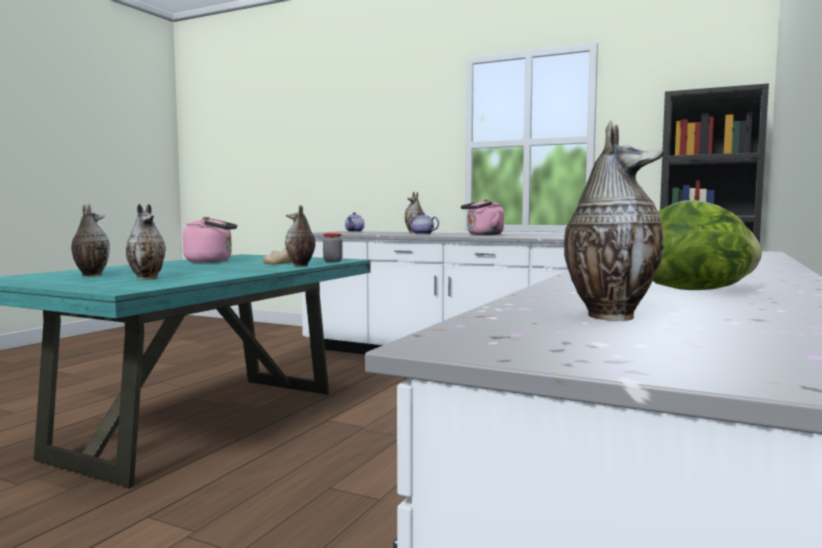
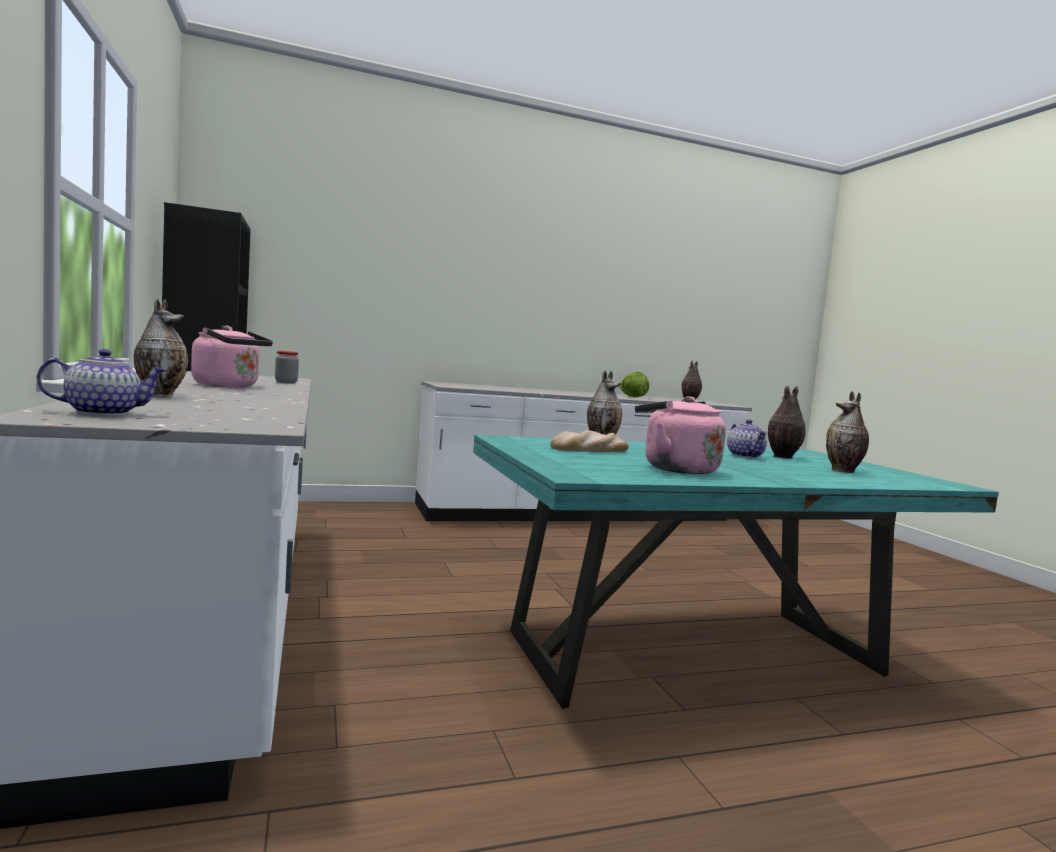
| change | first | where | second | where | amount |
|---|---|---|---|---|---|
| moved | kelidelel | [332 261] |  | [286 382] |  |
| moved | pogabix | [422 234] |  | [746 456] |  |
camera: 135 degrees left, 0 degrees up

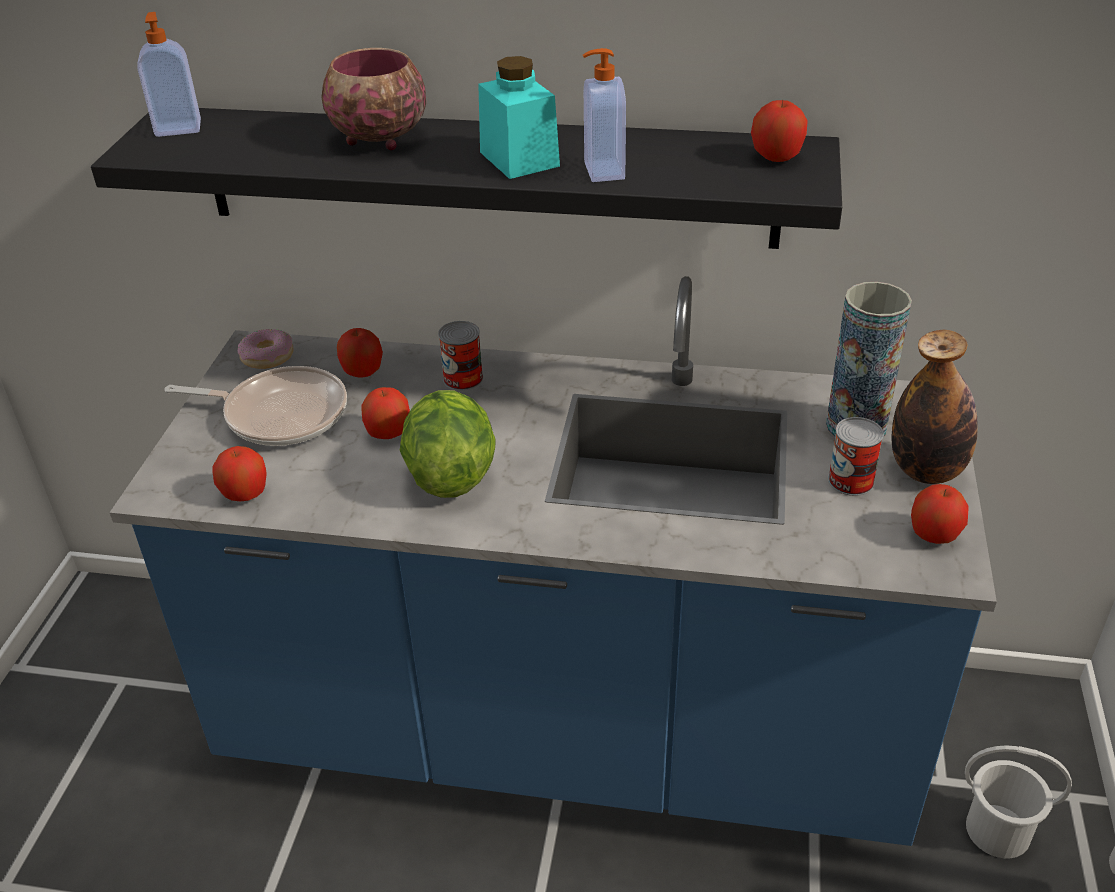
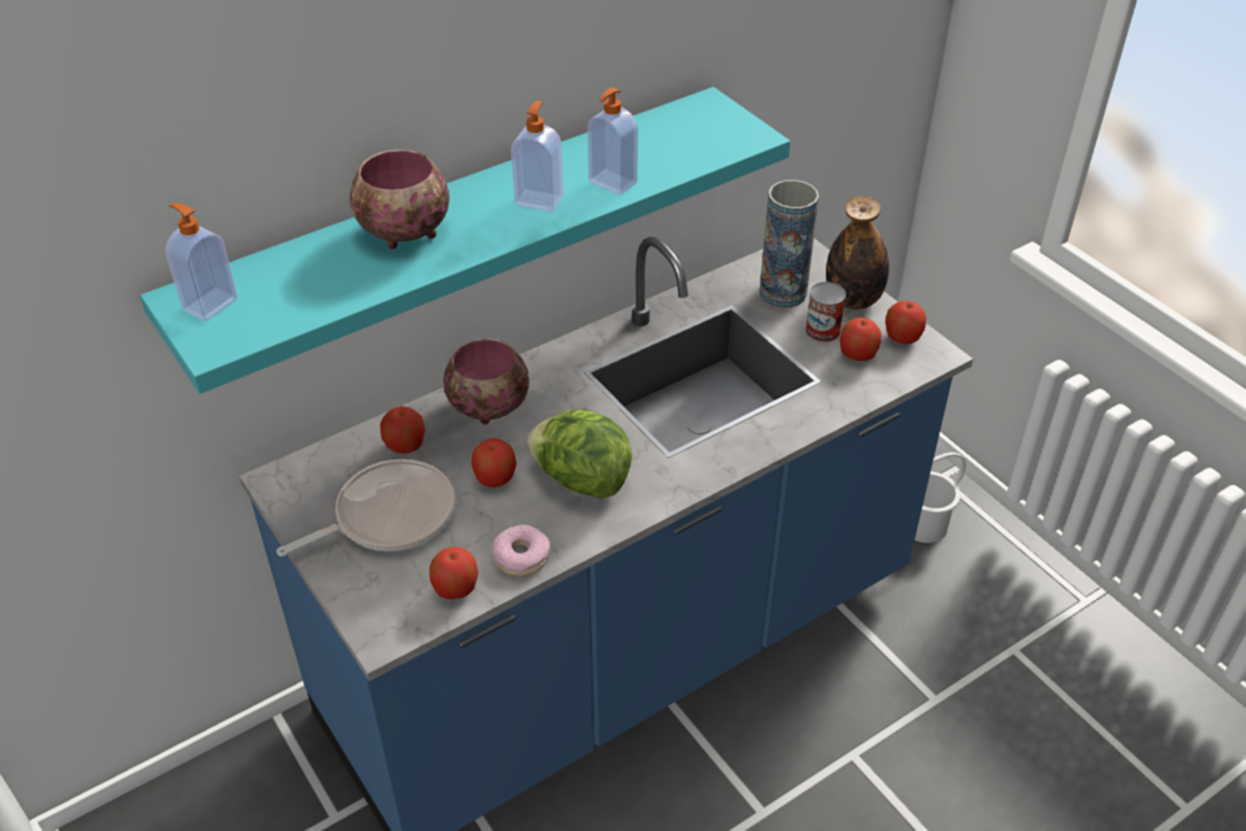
| change | first | where | second | where | amount |
|---|---|---|---|---|---|
| recoloured | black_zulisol | [486 176] | turquoise_zulisol | [459 226] |  |
| replaced | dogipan | [463 378] | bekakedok | [490 406] |  |
| moved | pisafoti | [267 356] |  | [521 557] |  |
| replaced | turquoise_kelidelel | [519 159] | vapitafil | [539 200] |  |
| moved | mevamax | [776 157] |  | [857 355] |  |
camera: 45 degrees left, 5 degrees up

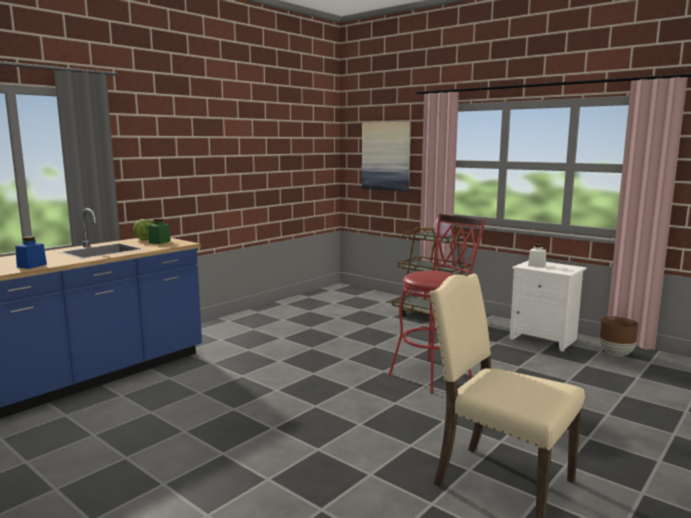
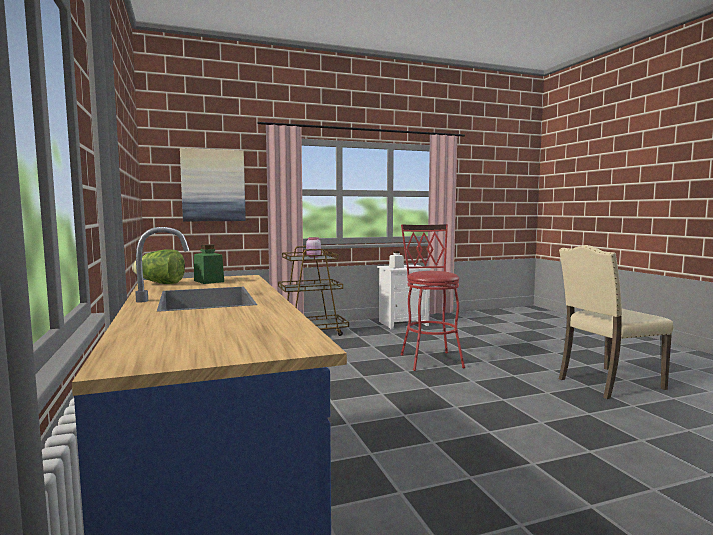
| change | first | where | second | where | amount |
|---|---|---|---|---|---|
| removed | blue_kelidelel | [32 266] |  |  |  |
| removed | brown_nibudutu | [616 354] |  |  |  |
camera: 60 degrees left, 5 degrees down

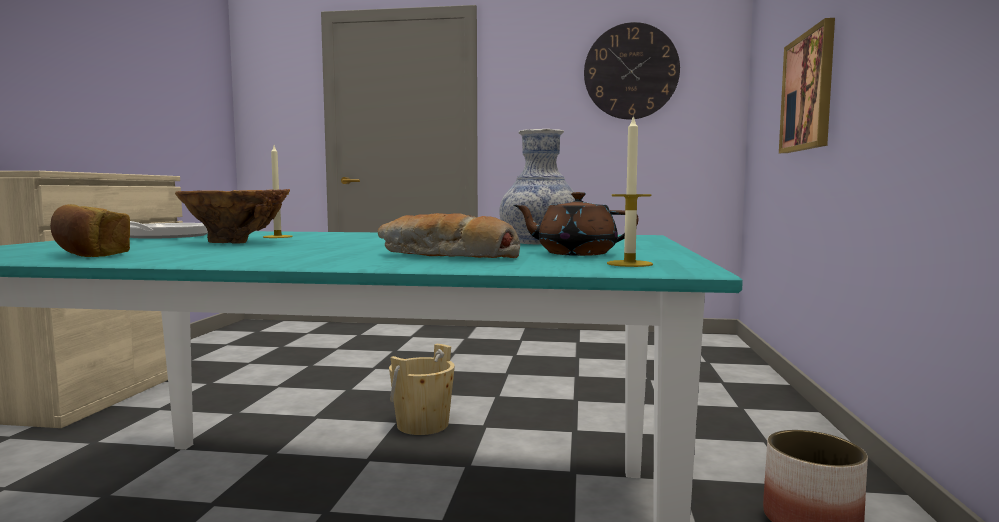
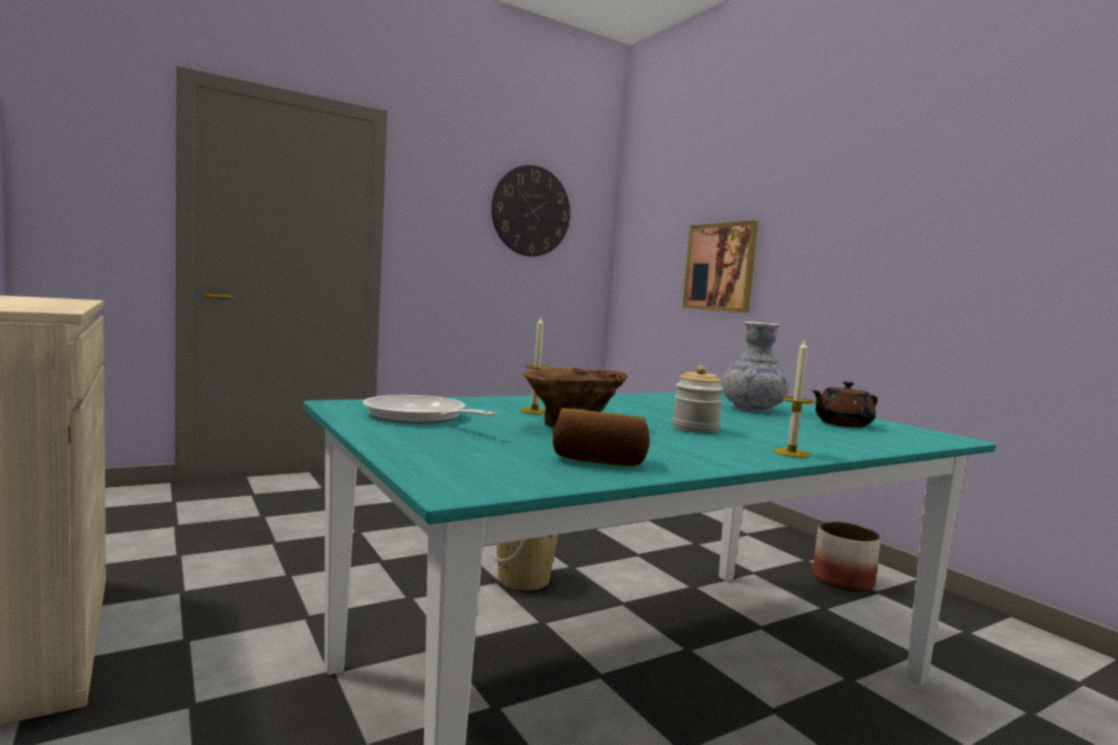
| change | first | where | second | where | amount |
|---|---|---|---|---|---|
| added |  |  | kelidelel | [695 428] |  |
| moved | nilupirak | [629 264] |  | [791 453] |  |
| removed | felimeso | [445 256] |  |  |  |
camera: 40 degrees left, 0 degrees up

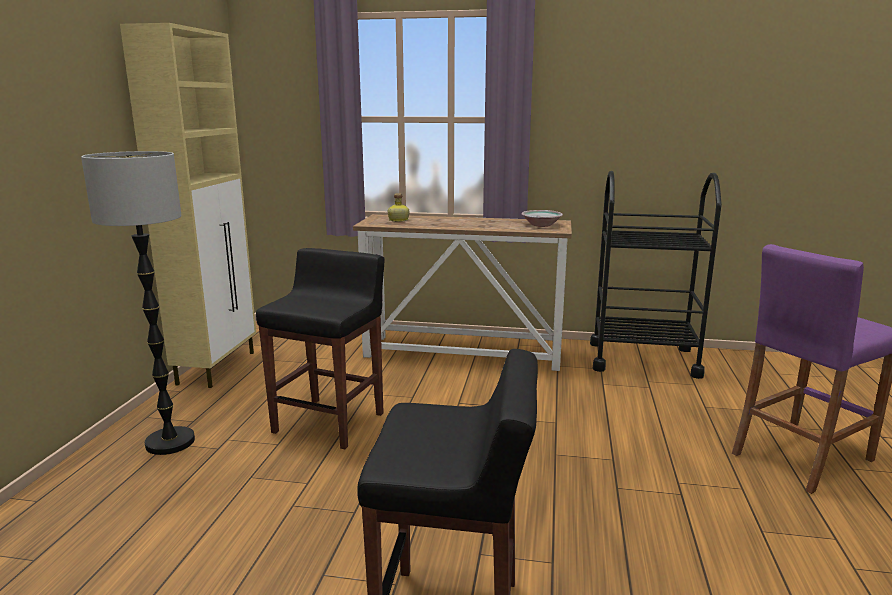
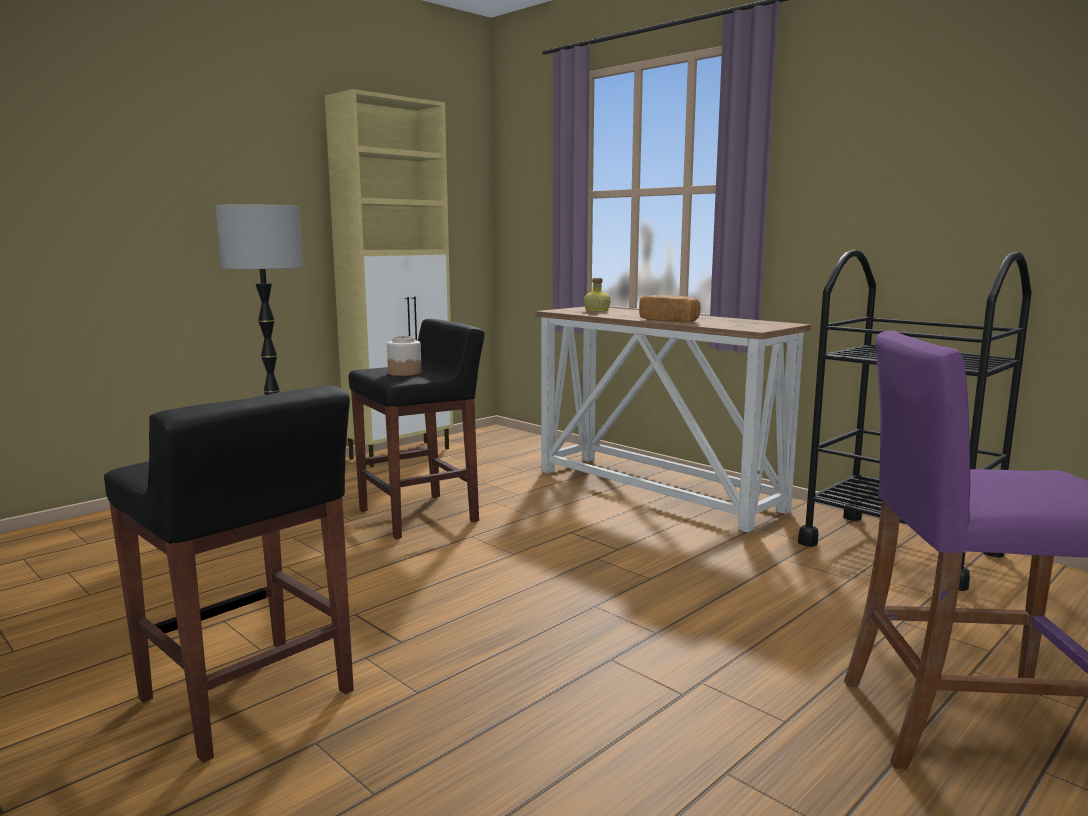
| change | first | where | second | where | amount |
|---|---|---|---|---|---|
| added |  |  | kelidelel | [404 373] |  |
| added |  |  | felimeso | [669 320] |  |
| removed | bekakedok | [541 225] |  |  |  |
camera: 35 degrees right, 5 degrees down

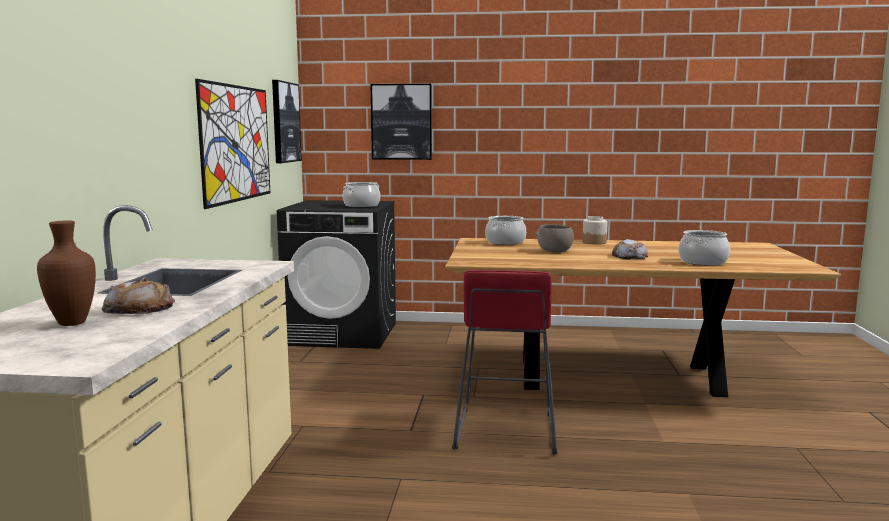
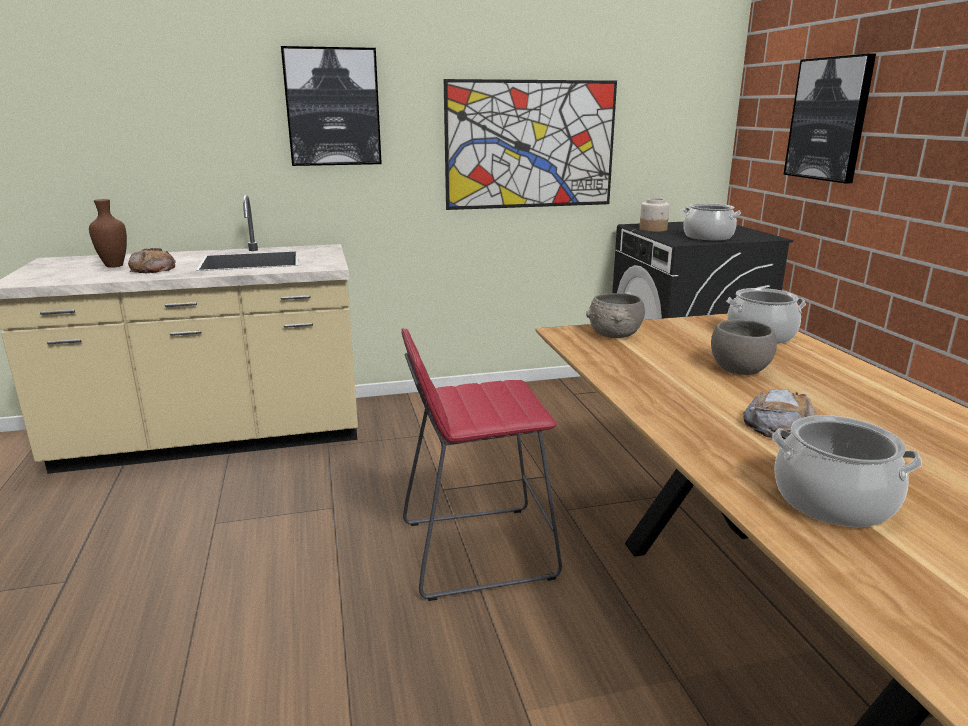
| change | first | where | second | where | amount |
|---|---|---|---|---|---|
| moved | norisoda | [285 122] |  | [333 107] |  |
| added |  |  | grey_bekakedok | [615 335] |  |
| moved | kelidelel | [594 242] |  | [653 229] |  |
camera: 70 degrees right, 10 degrees up

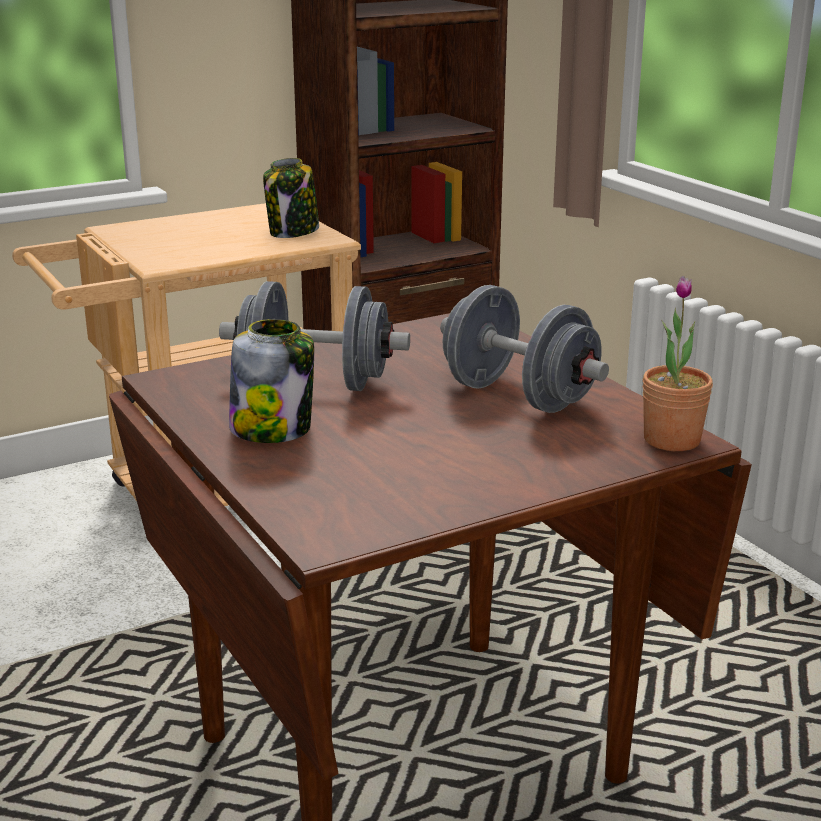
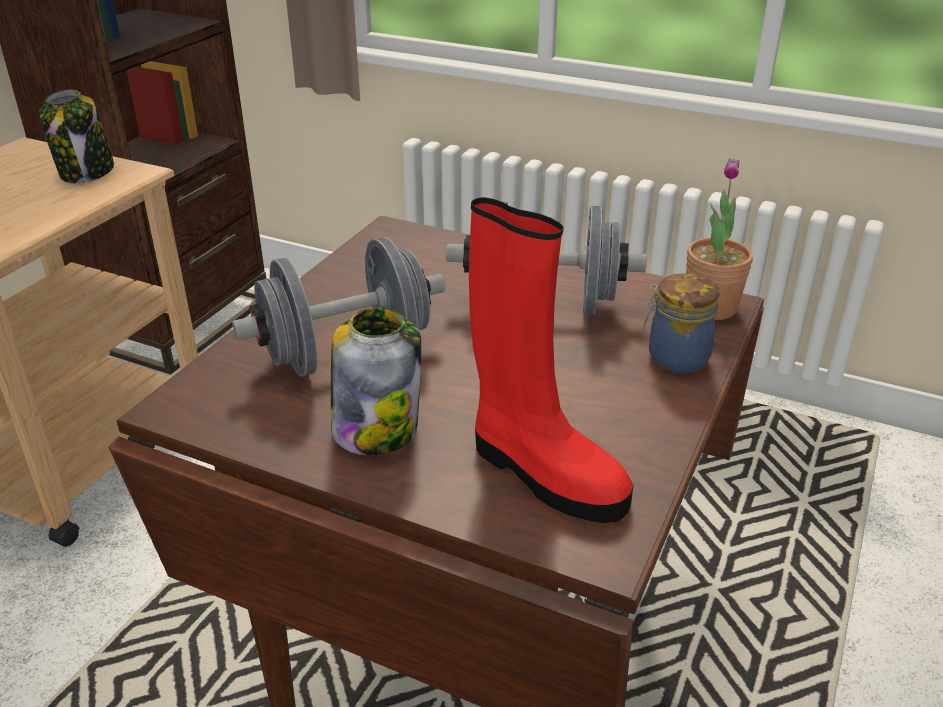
| change | first | where | second | where | amount |
|---|---|---|---|---|---|
| added |  |  | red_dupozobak | [543 473] |  |
| added |  |  | kelidelel | [675 358] |  |
camera: 35 degrees left, 10 degrees up

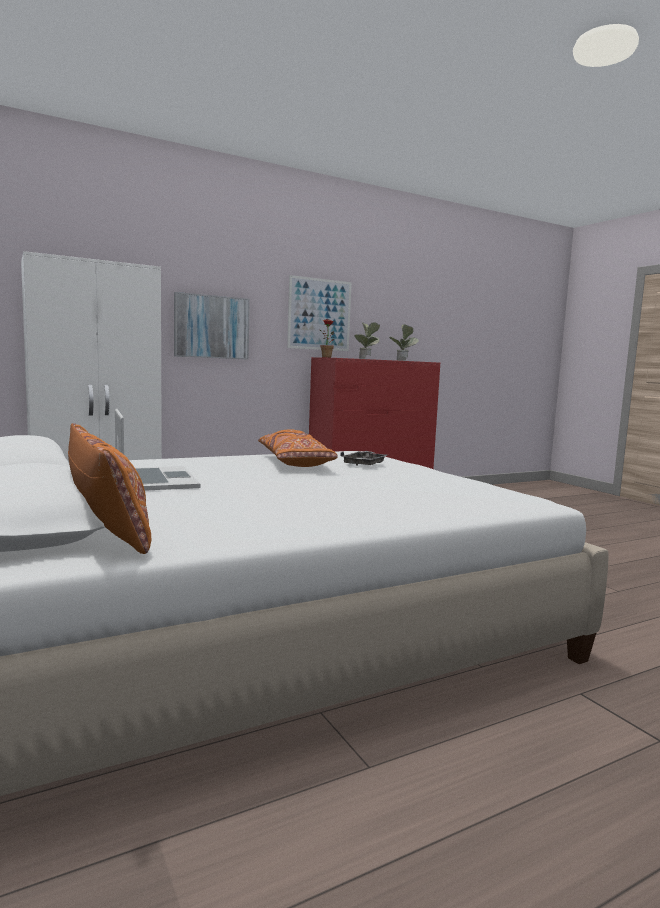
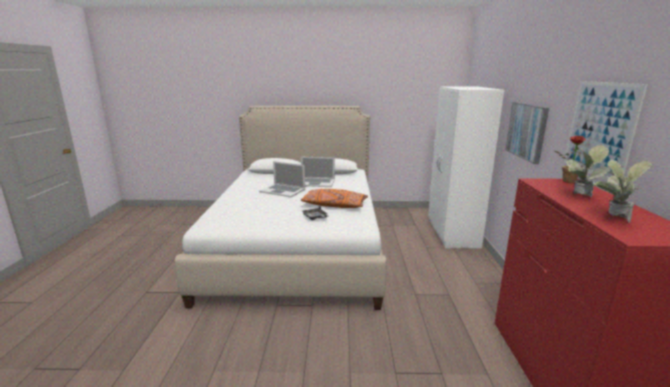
| change | first | where | second | where | amount |
|---|---|---|---|---|---|
| added |  |  | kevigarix | [282 190] |  |
| removed | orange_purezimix | [107 529] |  |  |  |
camera: 120 degrees right, 10 degrees up

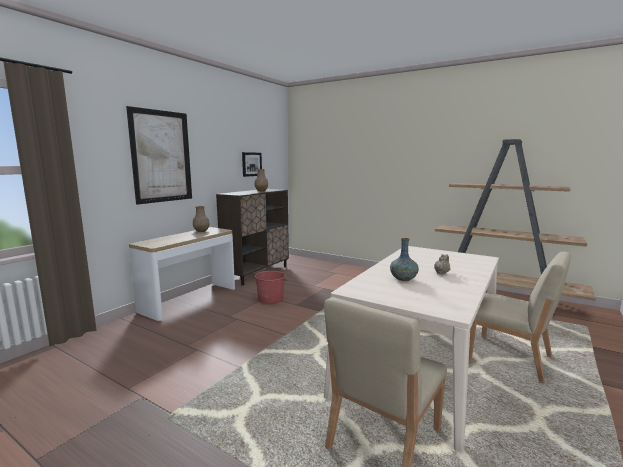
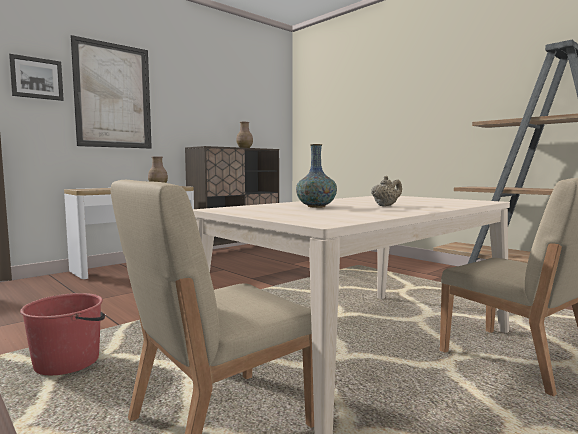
| change | first | where | second | where | amount |
|---|---|---|---|---|---|
| moved | norisoda | [251 164] |  | [36 78] |  |
| moved | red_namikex | [271 299] |  | [68 362] |  |
camera: 15 degrees right, 5 degrees down

